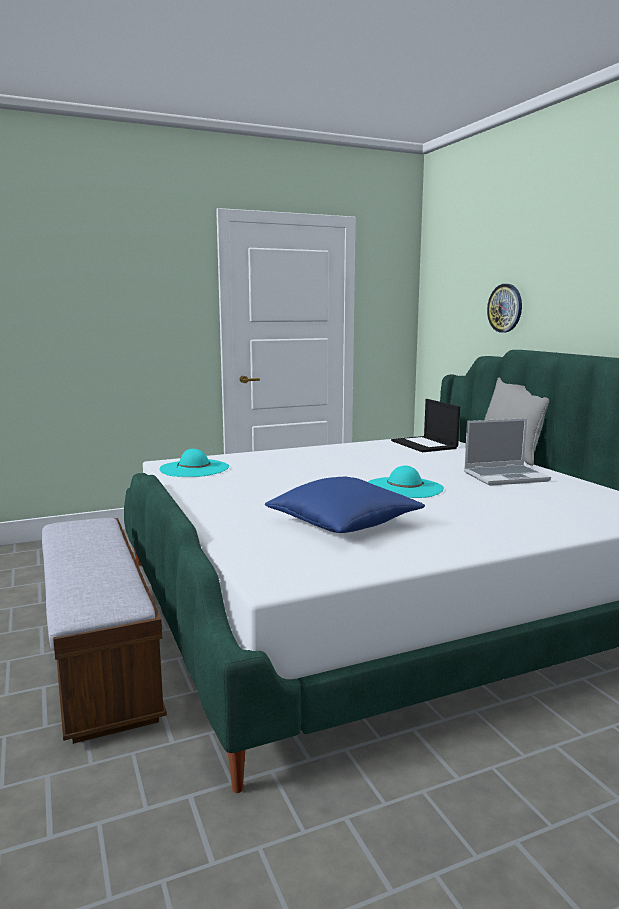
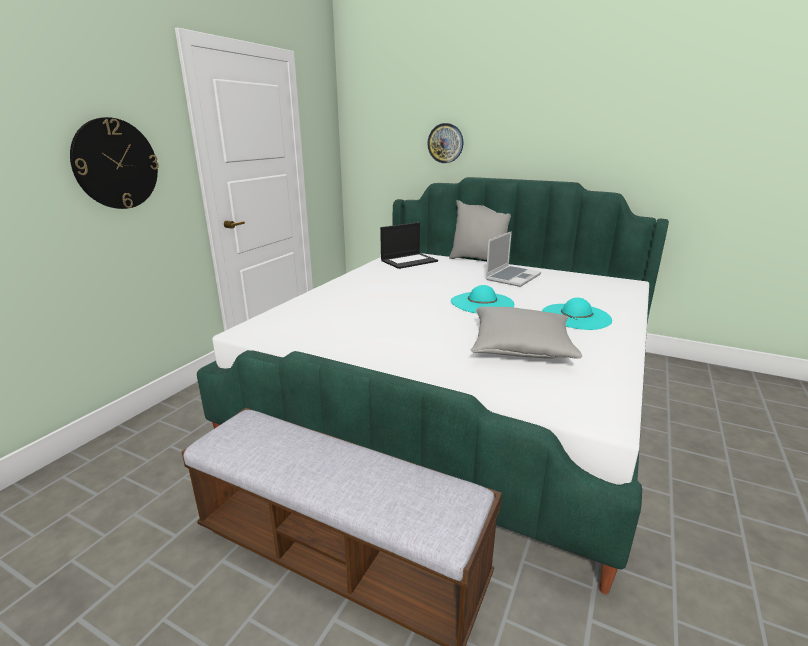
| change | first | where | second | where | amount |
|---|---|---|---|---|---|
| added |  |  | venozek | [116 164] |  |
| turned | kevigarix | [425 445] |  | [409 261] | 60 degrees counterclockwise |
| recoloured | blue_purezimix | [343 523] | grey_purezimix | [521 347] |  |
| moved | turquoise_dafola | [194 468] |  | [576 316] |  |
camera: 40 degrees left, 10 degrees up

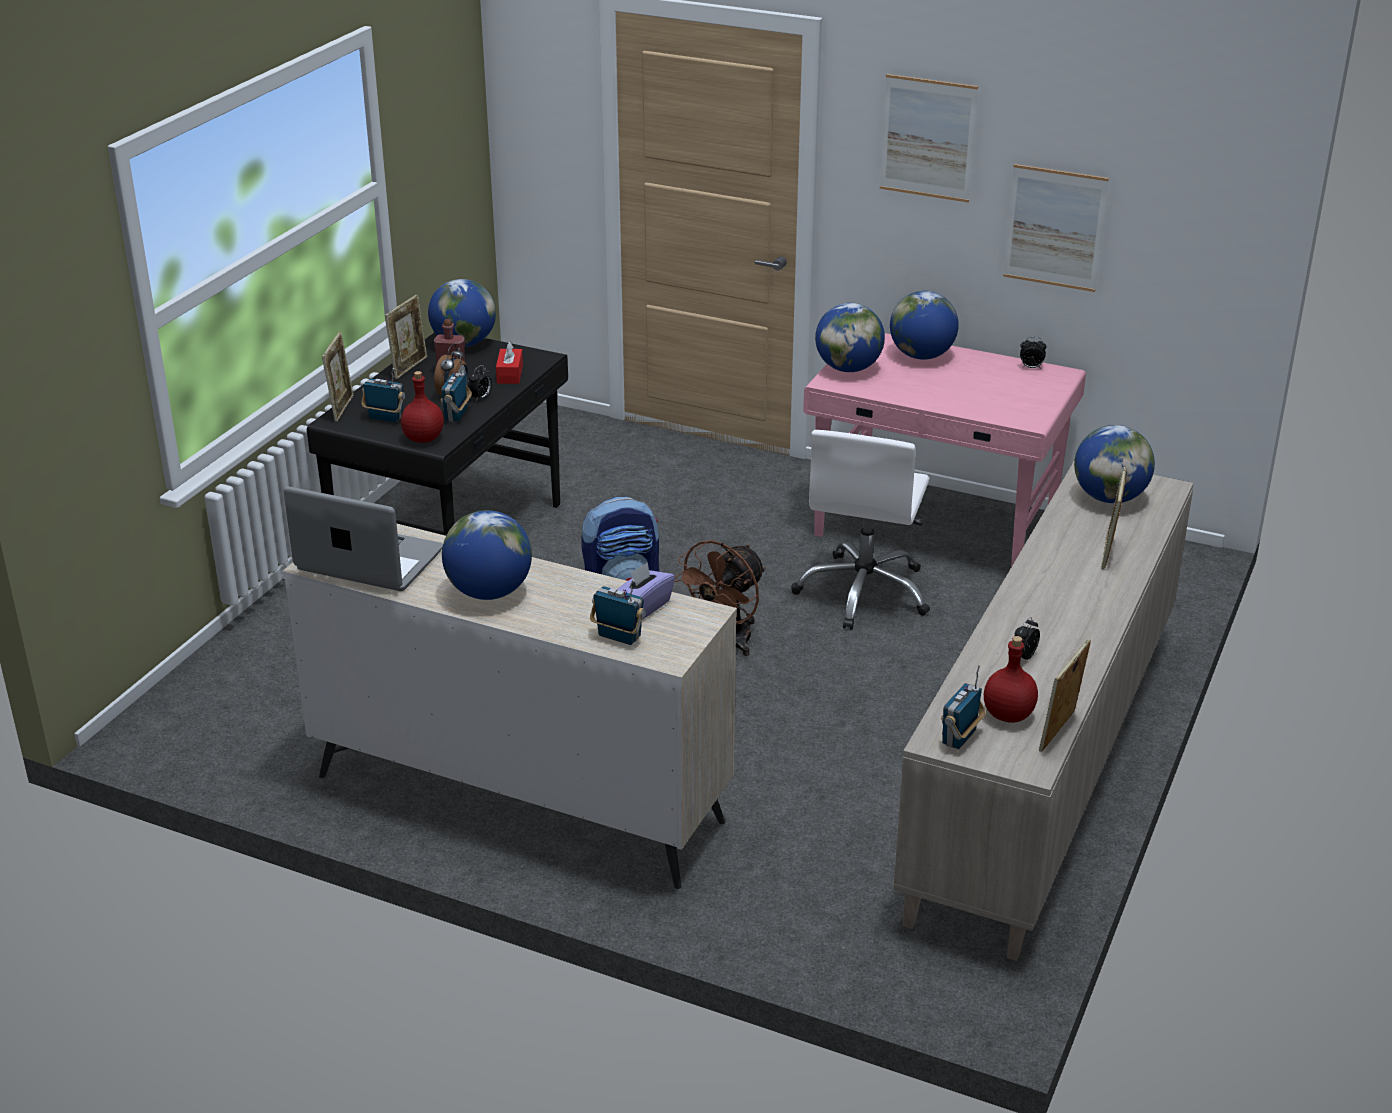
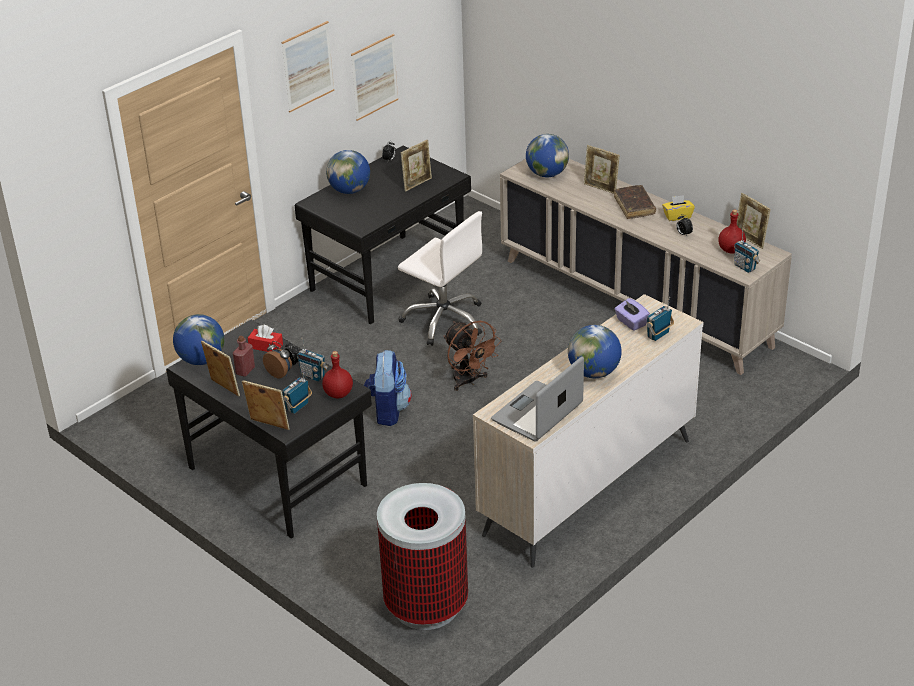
| change | first | where | second | where | amount |
|---|---|---|---|---|---|
| recoloured | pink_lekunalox | [936 527] | black_lekunalox | [389 278] |  |
| added |  |  | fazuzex | [425 605] |  |
| added |  |  | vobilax | [417 184] |  |
| added |  |  | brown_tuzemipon | [634 206] |  |
| added |  |  | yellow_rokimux | [677 216] |  |
| removed | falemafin | [848 368] |  |  |  |
camera: 70 degrees left, 5 degrees up

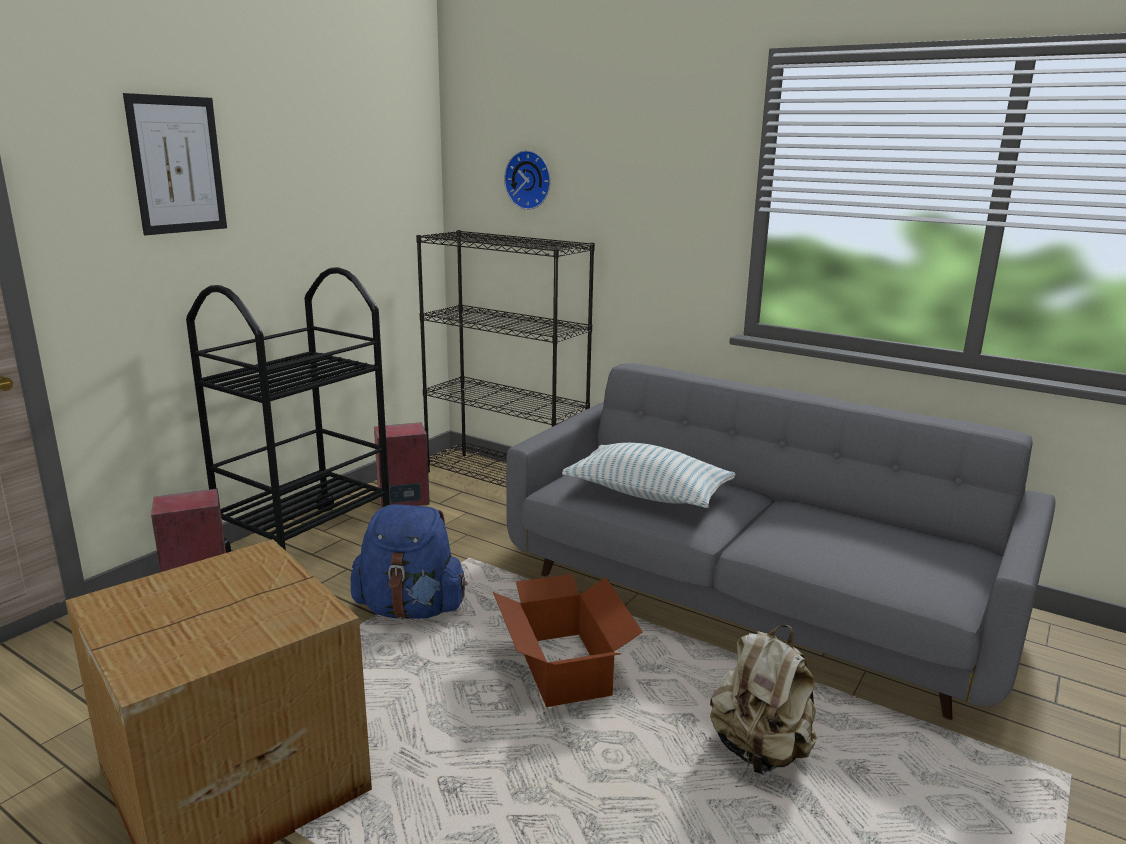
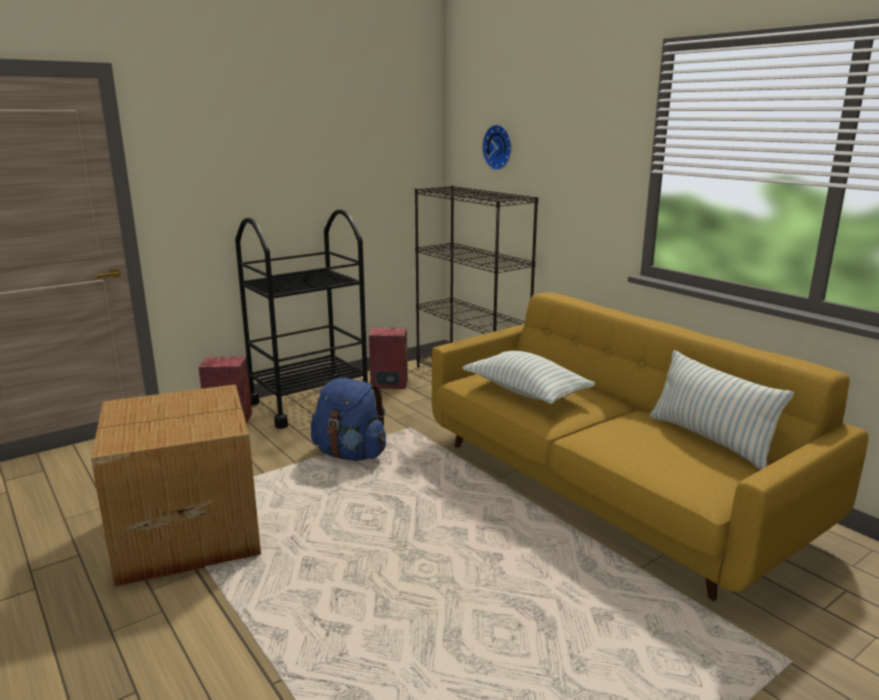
| change | first | where | second | where | amount |
|---|---|---|---|---|---|
| recoloured | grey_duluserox | [752 599] | yellow_duluserox | [606 487] |  |
| added |  |  | purezimix | [709 439] |  |
| removed | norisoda | [177 165] |  |  |  |
| removed | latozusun | [564 669] |  |  |  |
| removed | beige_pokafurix | [760 751] |  |  |  |
camera: 20 degrees right, 0 degrees up

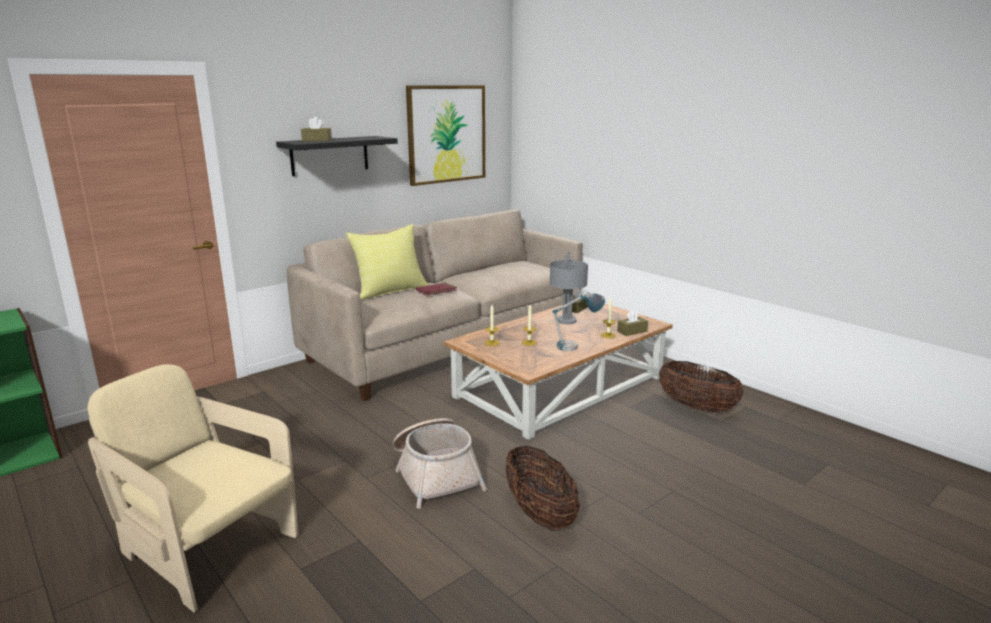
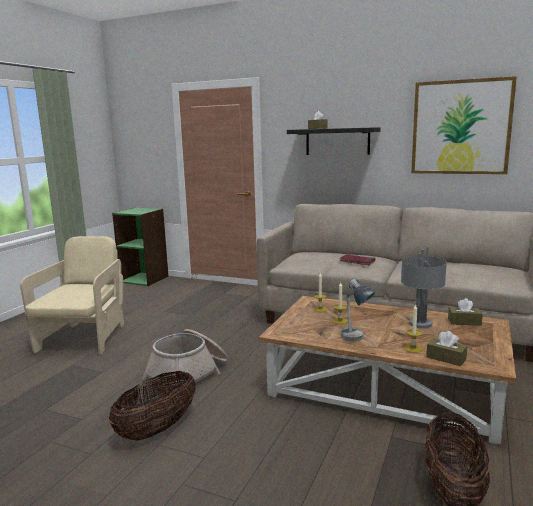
| change | first | where | second | where | amount |
|---|---|---|---|---|---|
| removed | yellow_purezimix | [390 291] |  |  |  |
camera: 65 degrees right, 5 degrees down

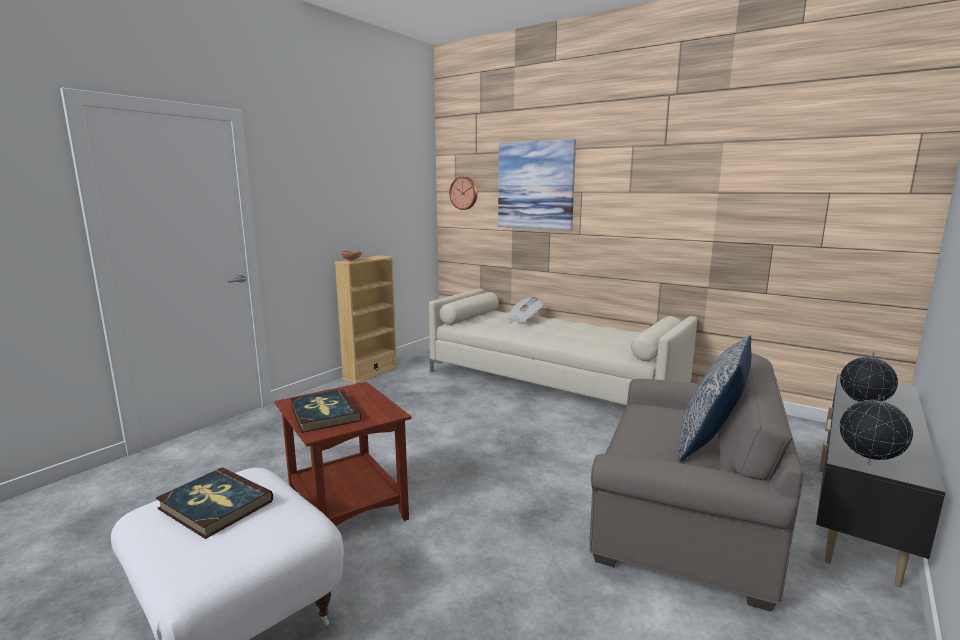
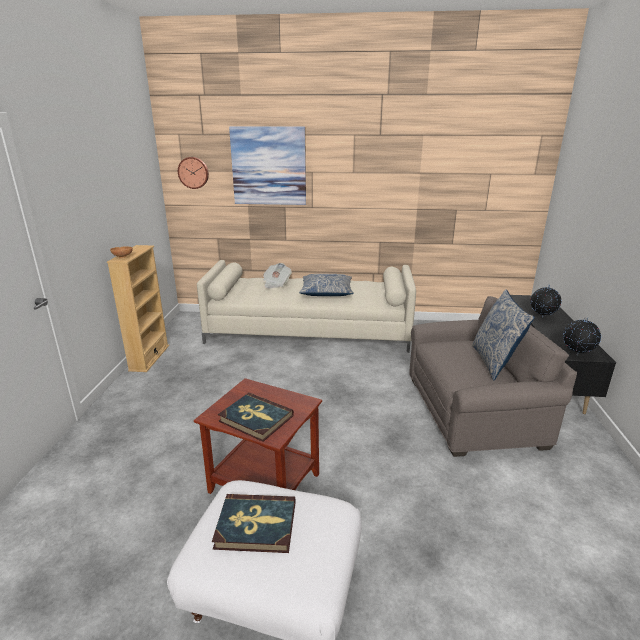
| change | first | where | second | where | amount |
|---|---|---|---|---|---|
| added |  |  | purezimix | [326 292] |  |
camera: 30 degrees left, 10 degrees up

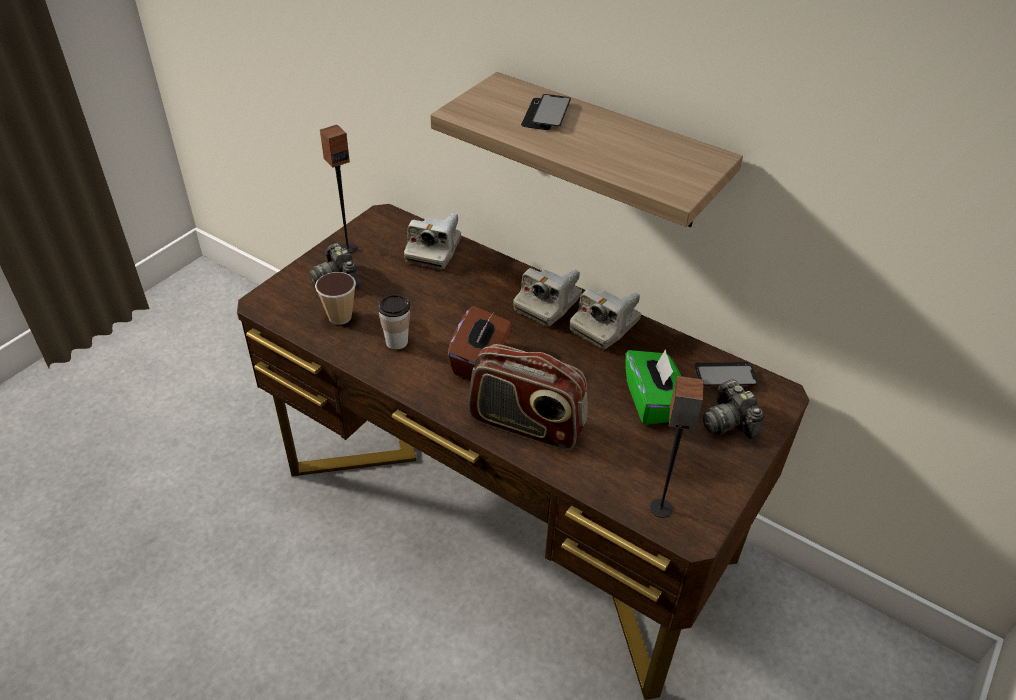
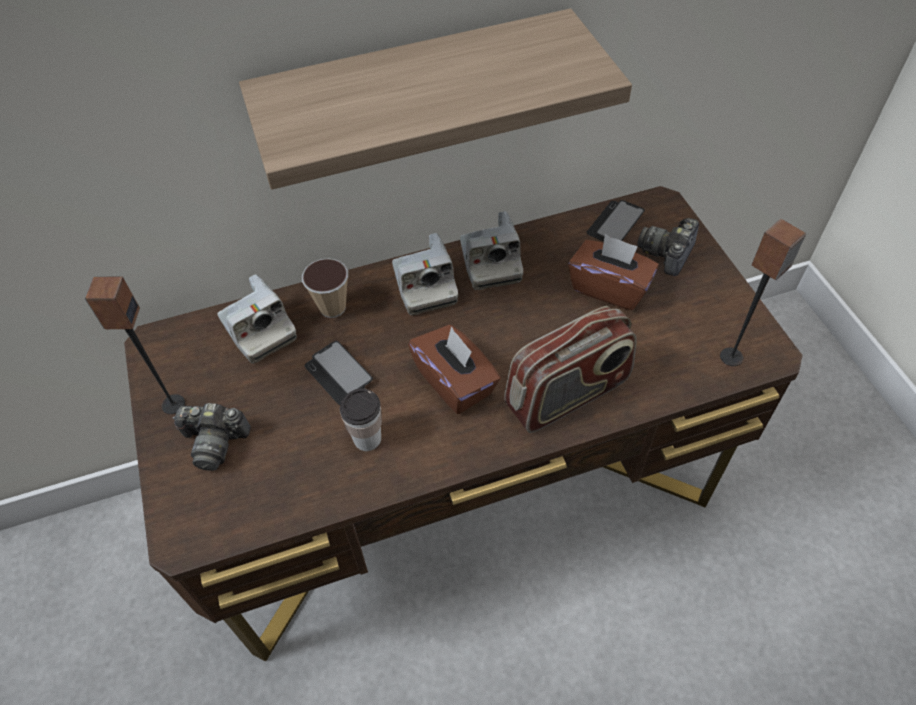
| change | first | where | second | where | amount |
|---|---|---|---|---|---|
| moved | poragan | [340 317] |  | [332 307] |  |
| moved | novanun | [546 114] |  | [338 374] |  |
| recoloured | green_rokimux | [653 402] | brown_rokimux | [609 288] |  |
| turned | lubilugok | [729 421] |  | [668 253] | 105 degrees clockwise |
camera: 50 degrees left, 10 degrees up

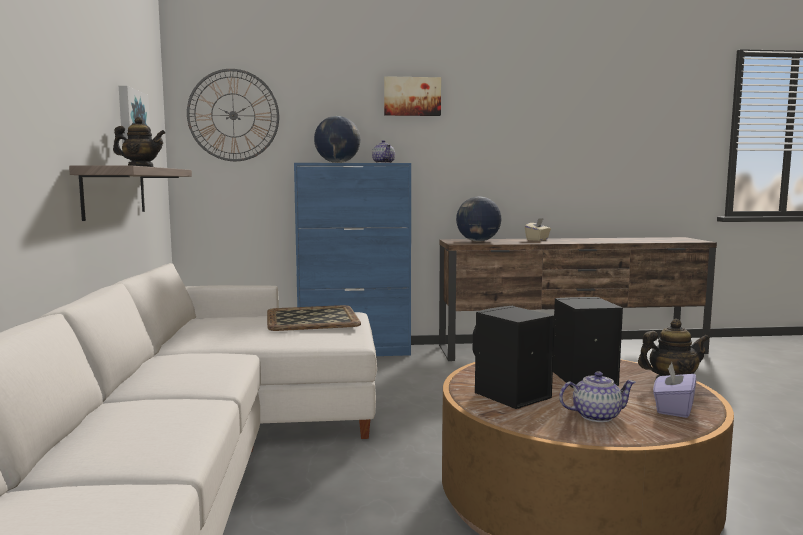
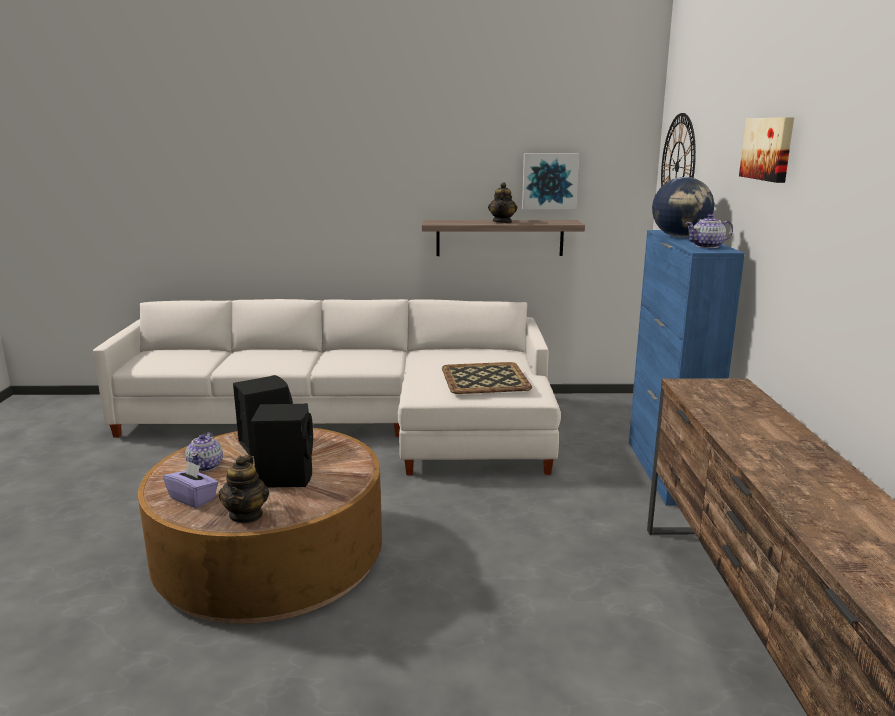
| change | first | where | second | where | amount |
|---|---|---|---|---|---|
| removed | falemafin | [478 241] |  |  |  |
| removed | beige_rokimux | [537 239] |  |  |  |
camera: 95 degrees right, 10 degrees up

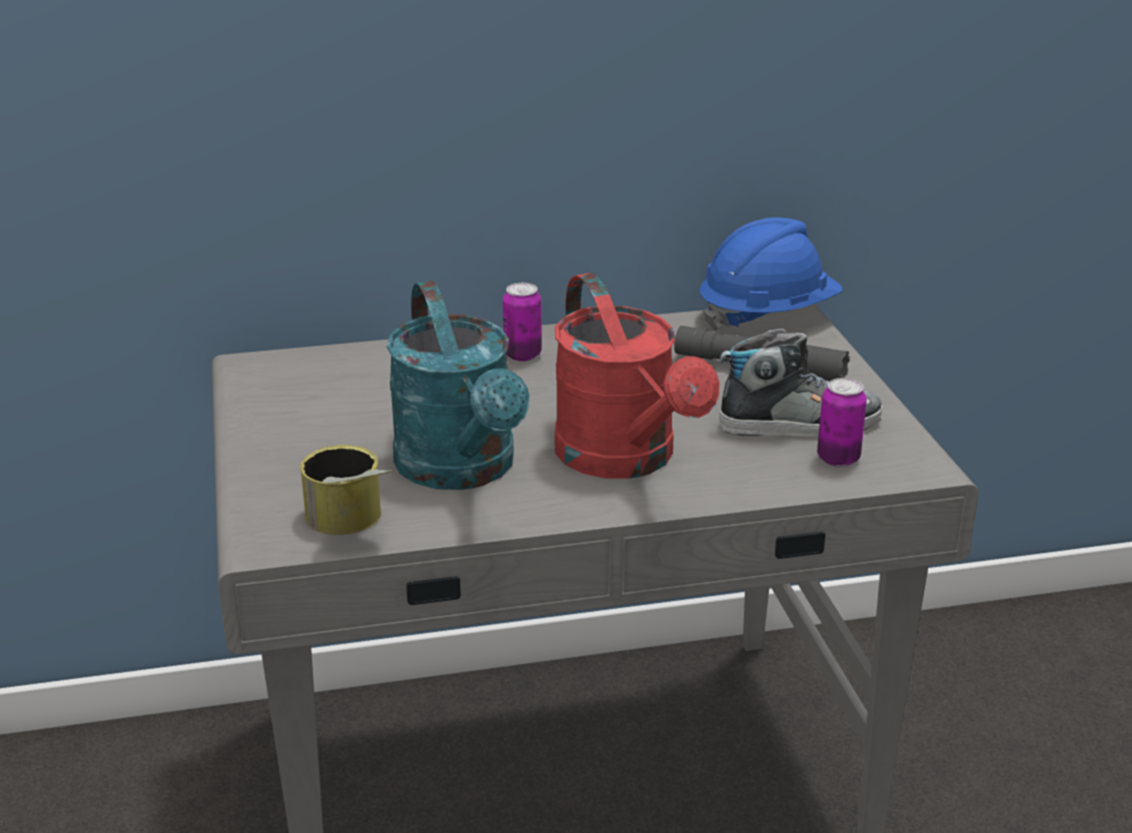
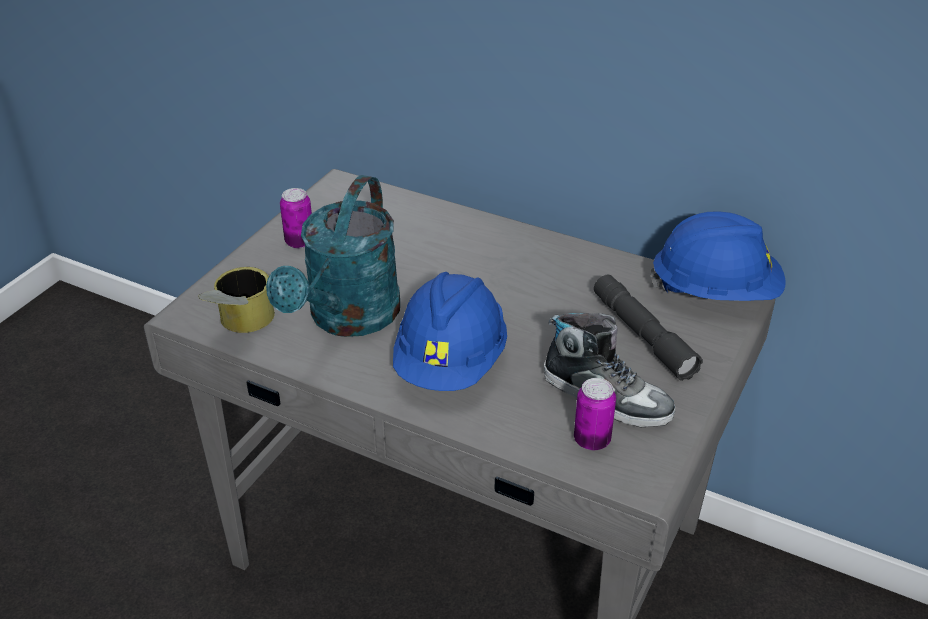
| change | first | where | second | where | amount |
|---|---|---|---|---|---|
| moved | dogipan | [522 355] |  | [299 242] |  |
| replaced | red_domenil | [625 460] | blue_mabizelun | [451 363] |  |
camera: 40 degrees right, 10 degrees up

